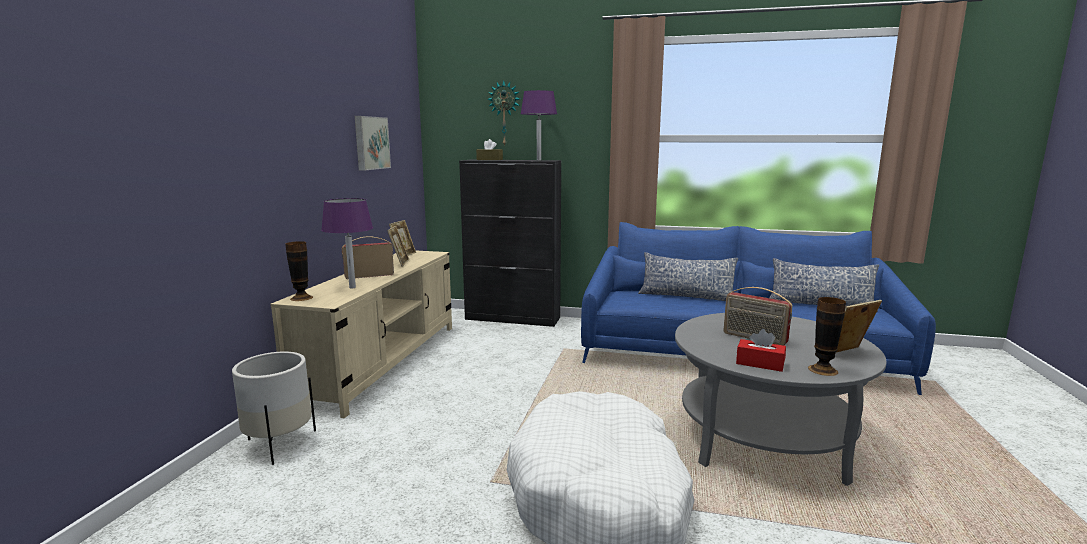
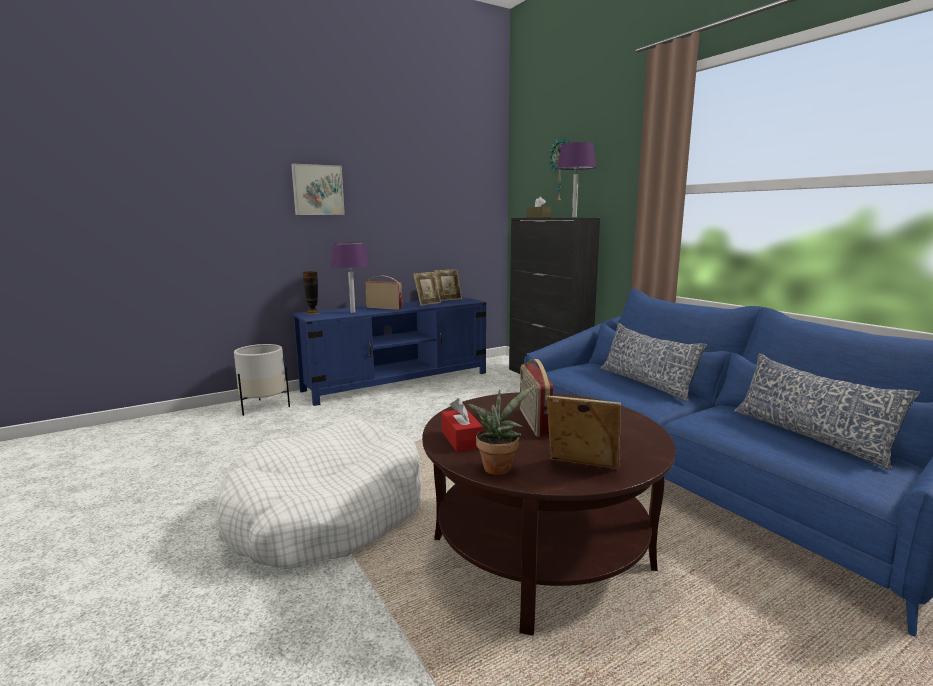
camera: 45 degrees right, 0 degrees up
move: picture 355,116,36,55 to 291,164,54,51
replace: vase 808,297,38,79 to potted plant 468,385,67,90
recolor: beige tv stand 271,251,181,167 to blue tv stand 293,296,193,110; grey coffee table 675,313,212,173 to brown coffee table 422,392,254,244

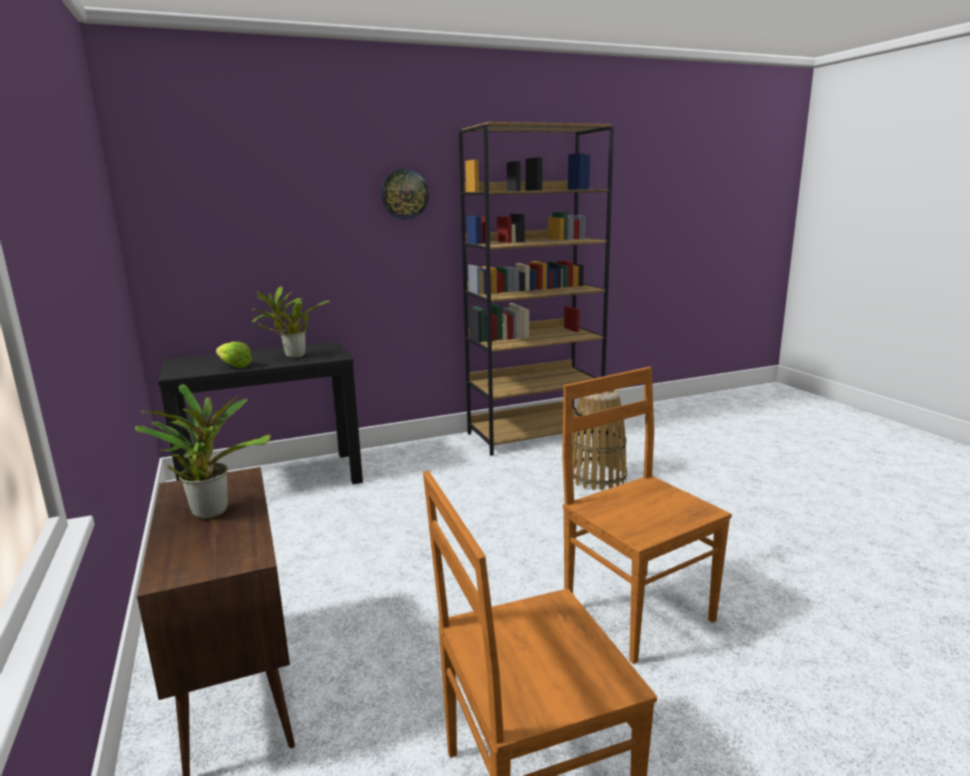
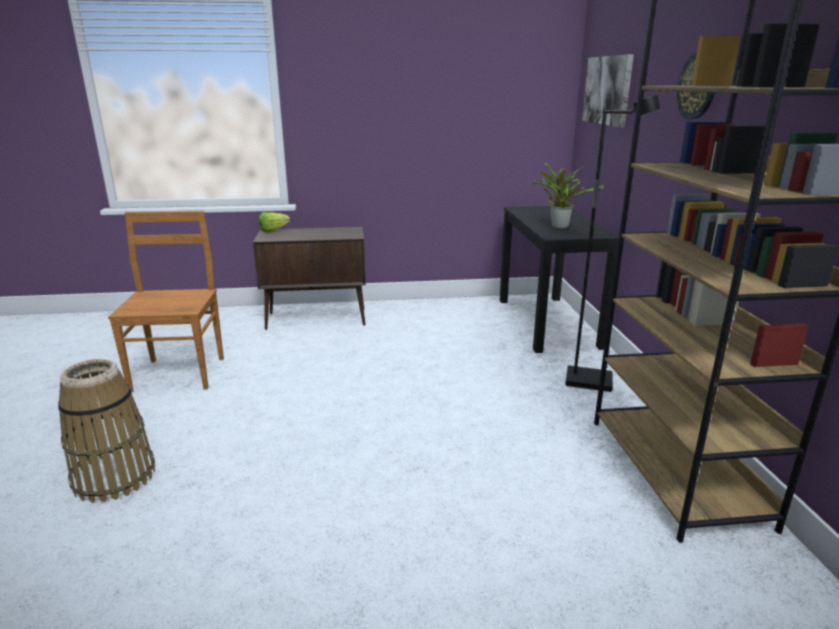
camera: 105 degrees right, 5 degrees up
delete: potted plant 135,384,136,135; brown chair 562,367,170,297
insert: black floor lamp 565,94,95,298; picture 582,54,52,73
move: basket 572,389,55,102 to 58,359,97,144; lettuce 216,342,36,26 to 259,212,31,21

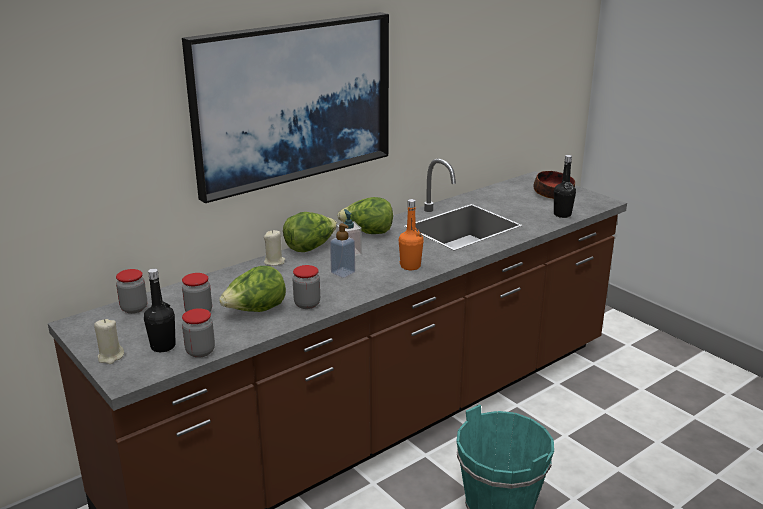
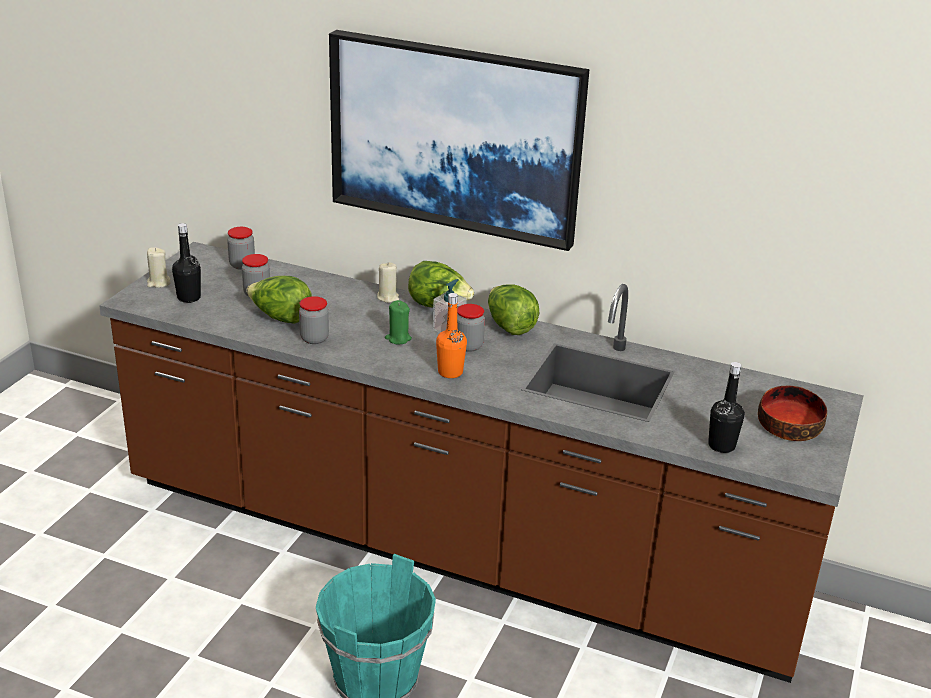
camera: 60 degrees right, 5 degrees up
move: jar 182,308,33,50 to 457,304,28,48
replace: soap dispenser 330,223,25,55 to green candle 385,300,27,45

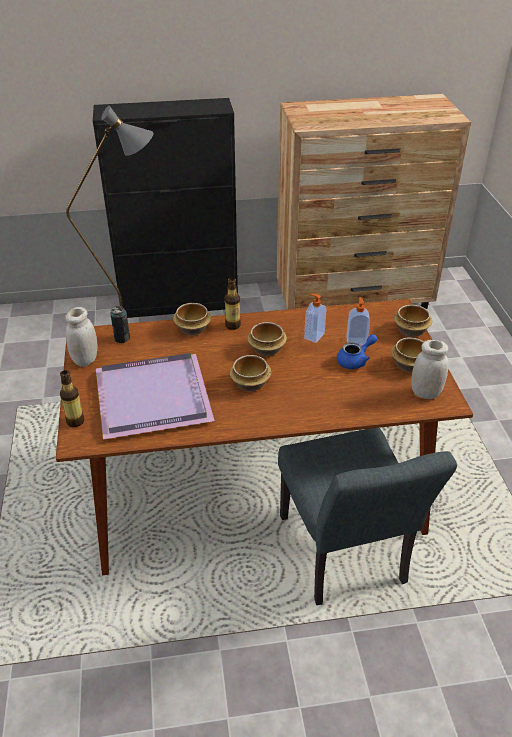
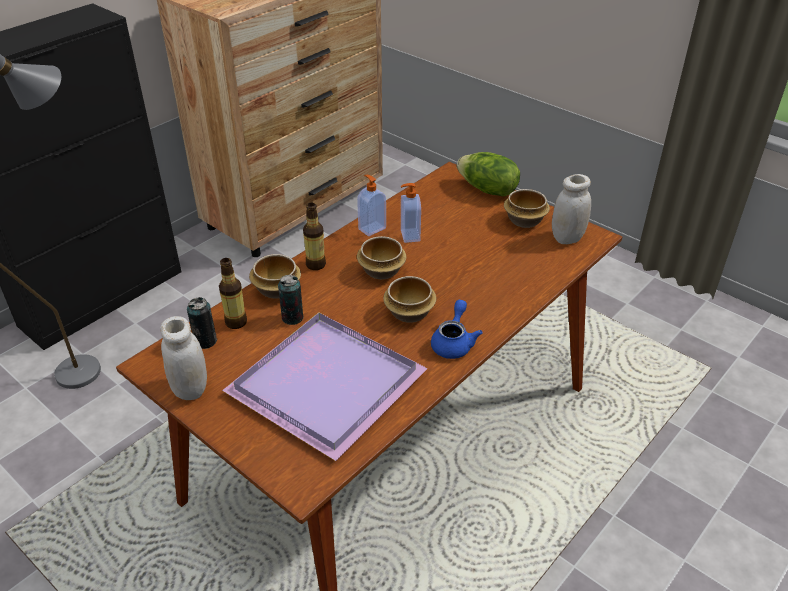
camera: 40 degrees left, 0 degrees up
delete: grey chair 278,428,179,177
insert: can 278,275,25,50
move: bottle 60,370,24,57 to 219,258,28,71; soap dispenser 346,297,24,49 to 357,175,29,61; blue teapot 337,334,40,35 to 431,300,51,59
replace: bowl 394,305,38,32 to lettuce 457,152,63,44

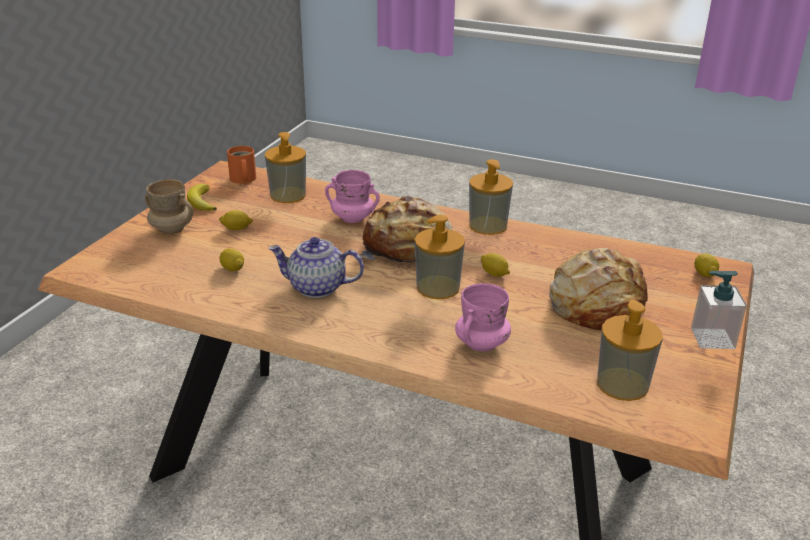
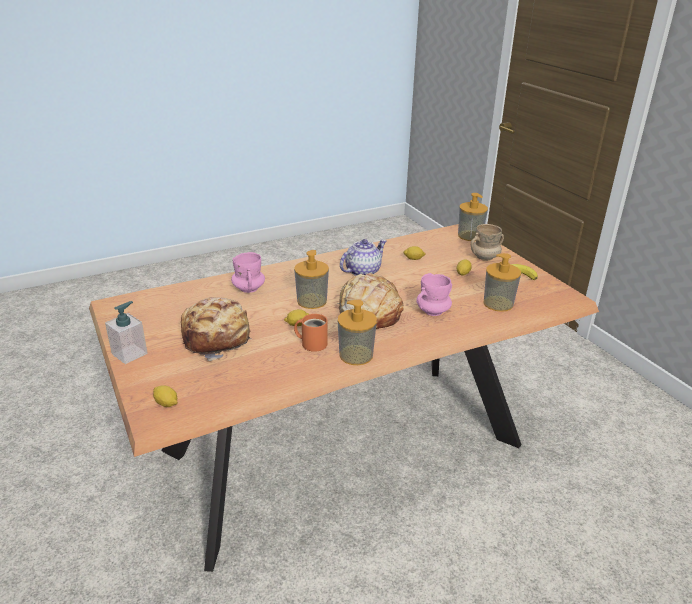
camera: 130 degrees right, 0 degrees up
move: orange mug 227,146,29,38 to 294,314,34,38; soap dispenser 597,300,66,101 to 458,193,30,48

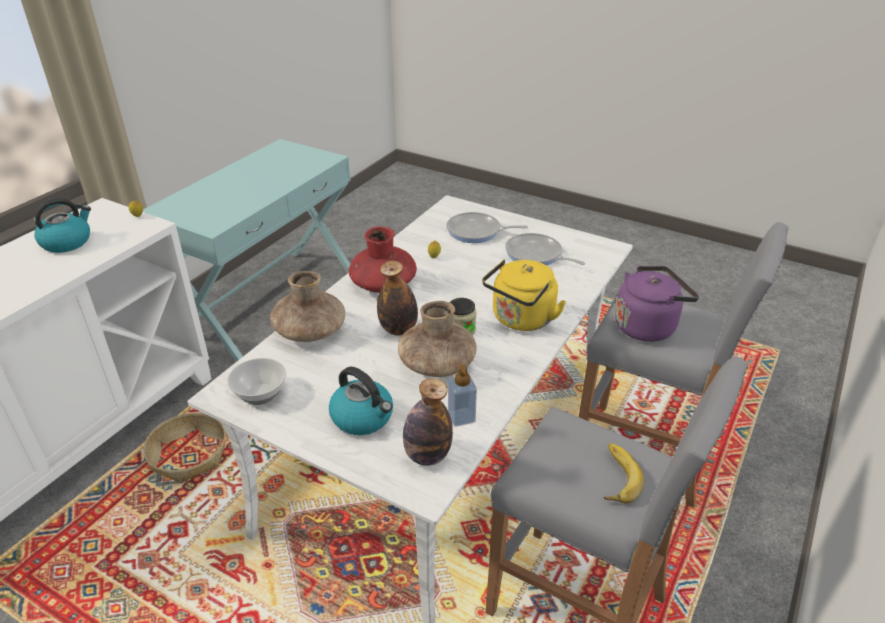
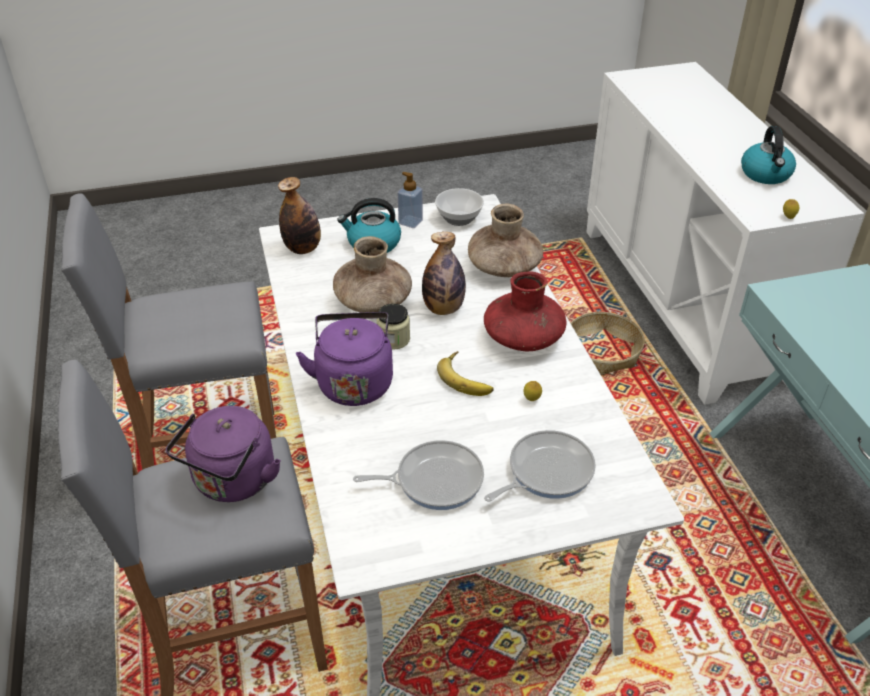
camera: 135 degrees right, 5 degrees up
move: soap dispenser 448,365,29,61 to 398,172,25,56; banana 604,443,40,60 to 437,351,57,45
recolor: yellow kettle 482,259,84,72 to purple kettle 296,312,97,94

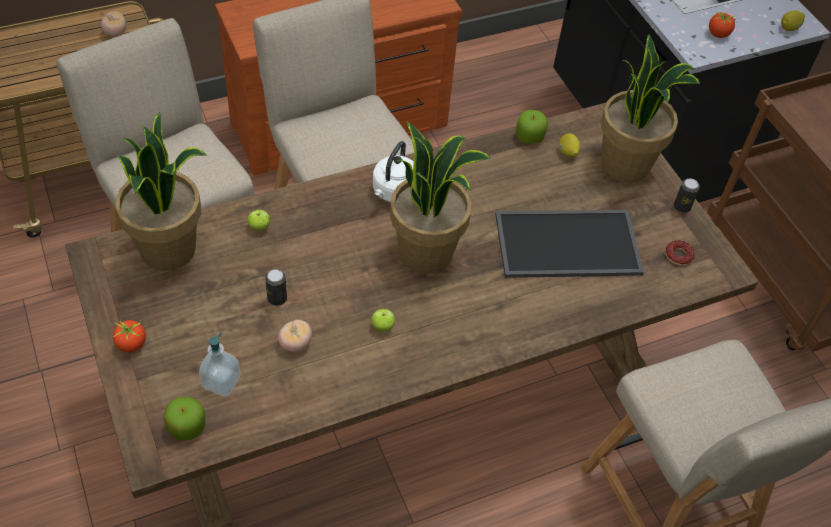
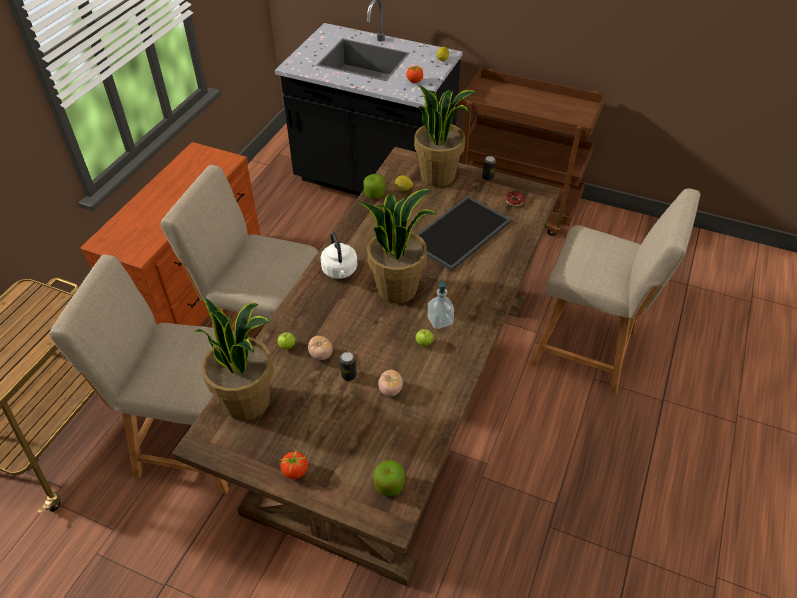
camera: 40 degrees left, 5 degrees down
move: tomato 101,11,25,26 to 308,336,25,24; soap dispenser 199,333,41,63 to 427,280,27,49

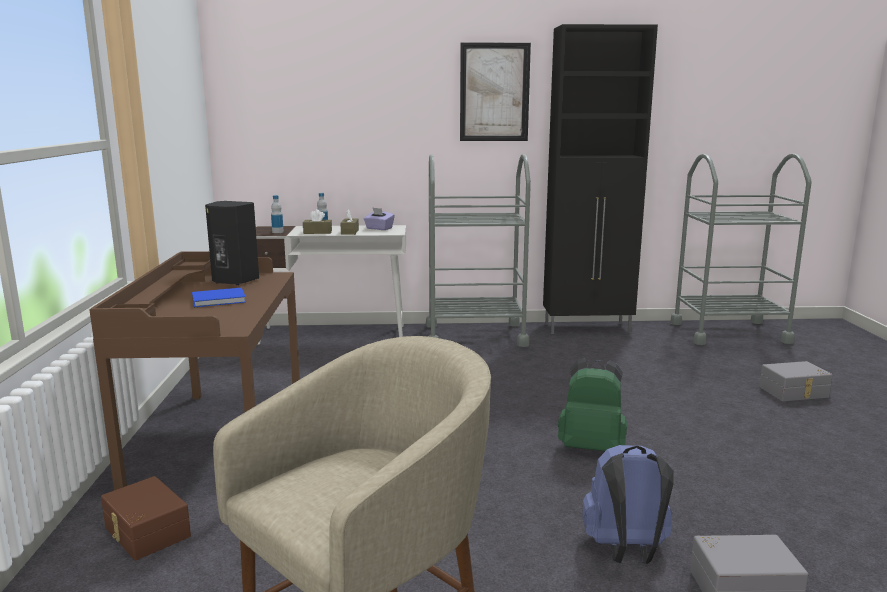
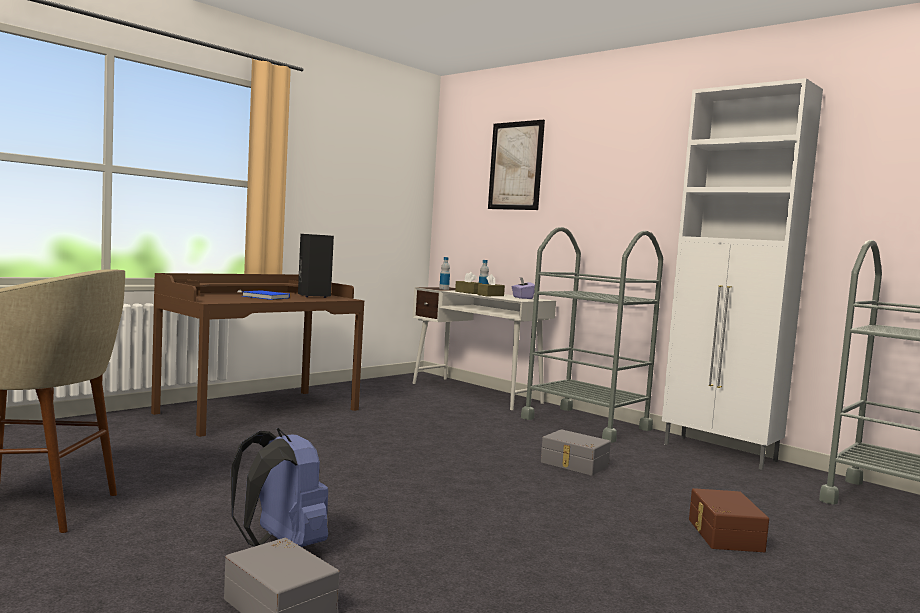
camera: 45 degrees right, 10 degrees down
delete: green backpack 558,358,69,93
move: picture 460,42,71,99 to 488,120,57,90; grey storage box 759,361,74,40 to 541,429,70,47; brown storage box 101,476,90,84 to 689,488,80,64
recolor: black cabinet 543,24,115,310 to white cabinet 662,78,161,392

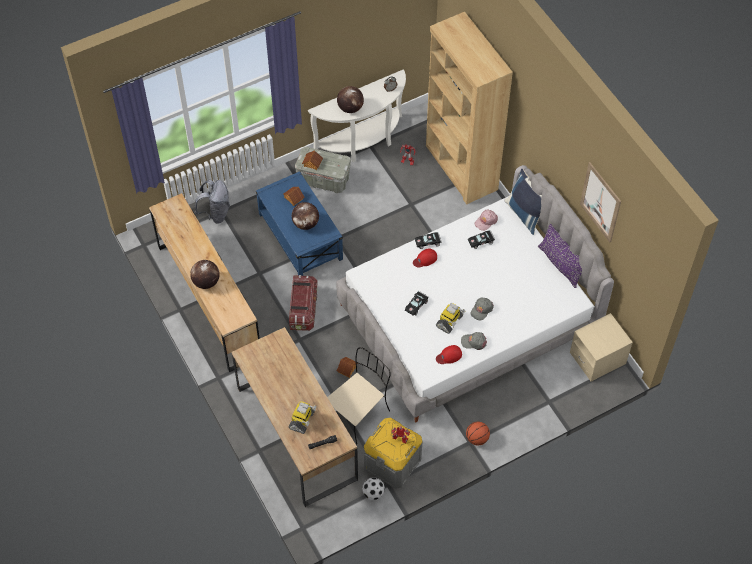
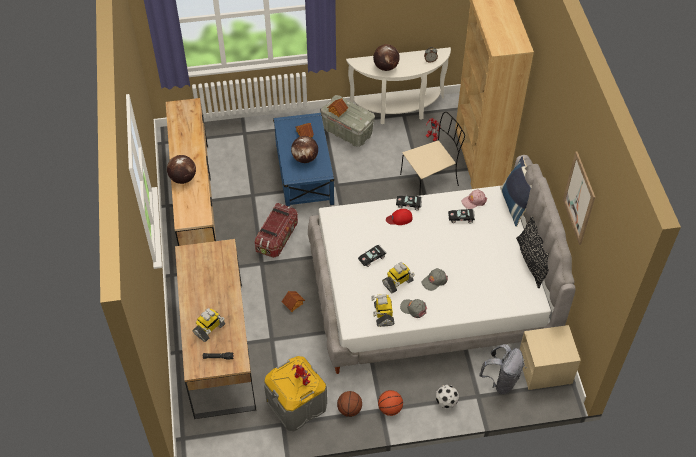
camera: 20 degrees right, 5 degrees down
insert: basketball 337,391,25,26
move: beige chair 327,347,64,97 to 400,112,65,83; football 362,477,23,23 to 436,385,23,23; grey backpack 195,180,35,44 to 479,344,45,50
replace: red cap 436,345,26,19 to toy robot 371,294,23,33
recolor: purple pillow 538,224,44,64 to black pillow 516,216,33,72

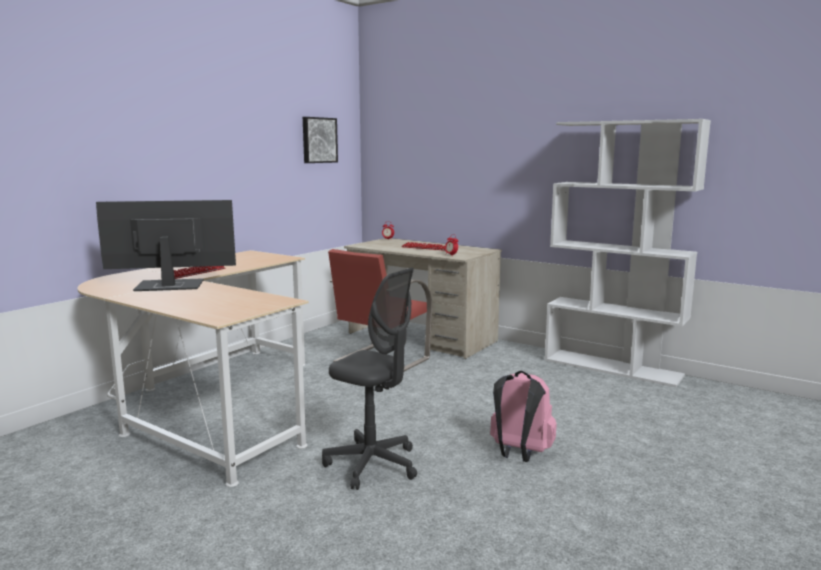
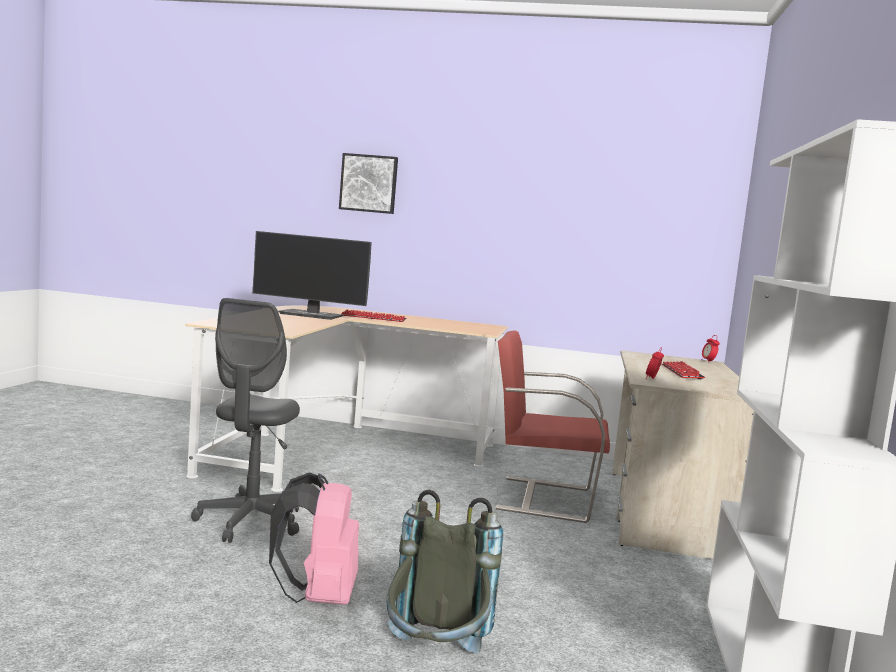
camera: 65 degrees right, 5 degrees down
insert: grey backpack 386,490,117,163
move: picture 303,117,35,46 to 339,153,59,61
rotate: monitor 96,200,140,91 = 252,231,120,89 135 degrees clockwise

